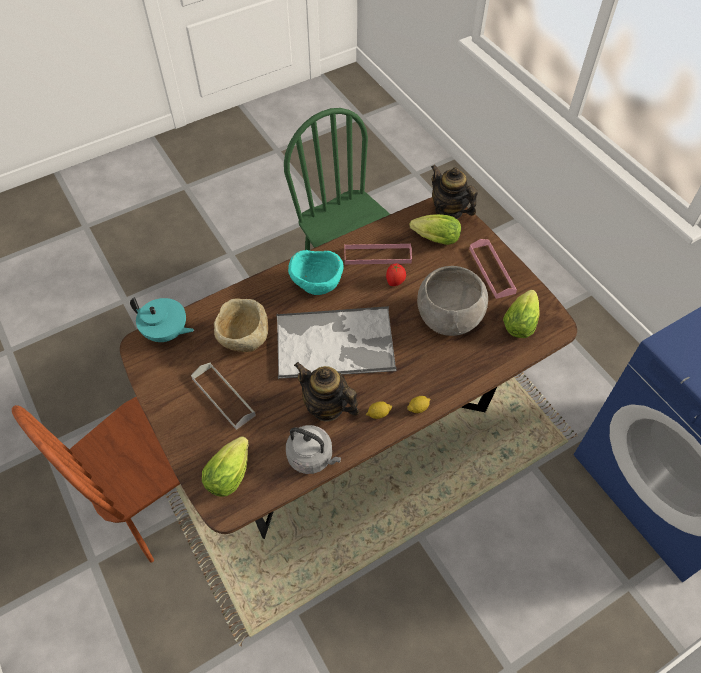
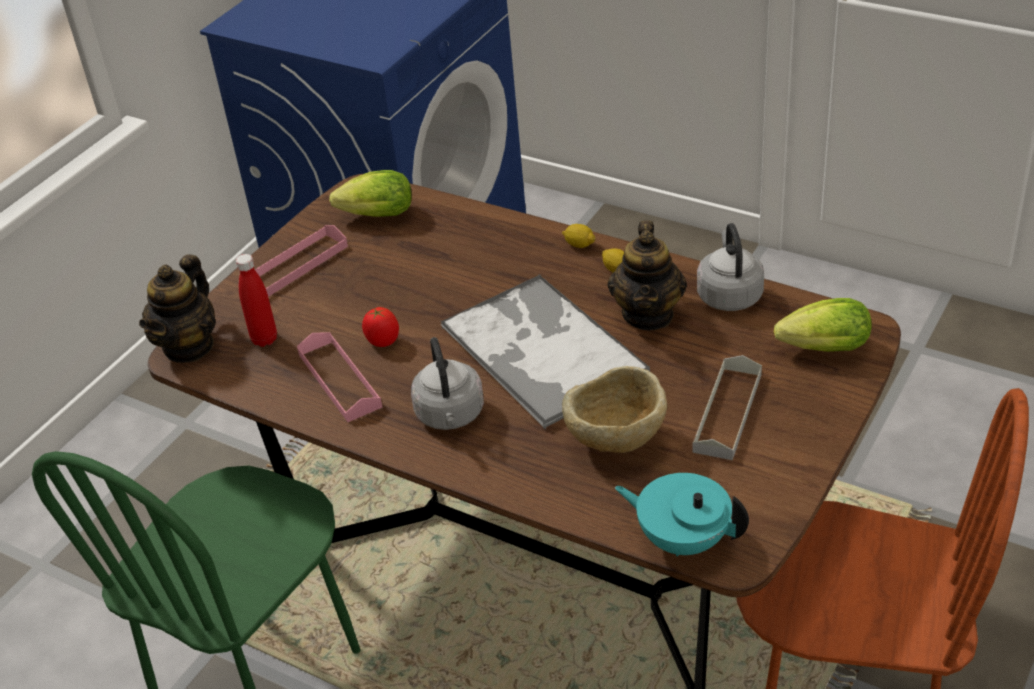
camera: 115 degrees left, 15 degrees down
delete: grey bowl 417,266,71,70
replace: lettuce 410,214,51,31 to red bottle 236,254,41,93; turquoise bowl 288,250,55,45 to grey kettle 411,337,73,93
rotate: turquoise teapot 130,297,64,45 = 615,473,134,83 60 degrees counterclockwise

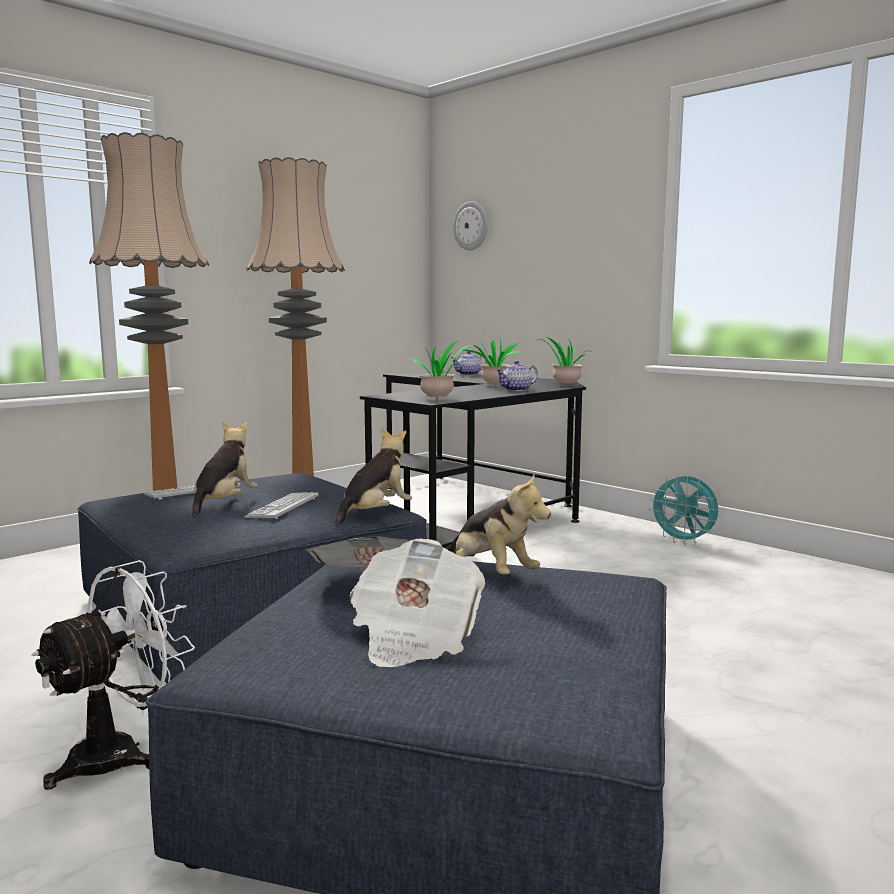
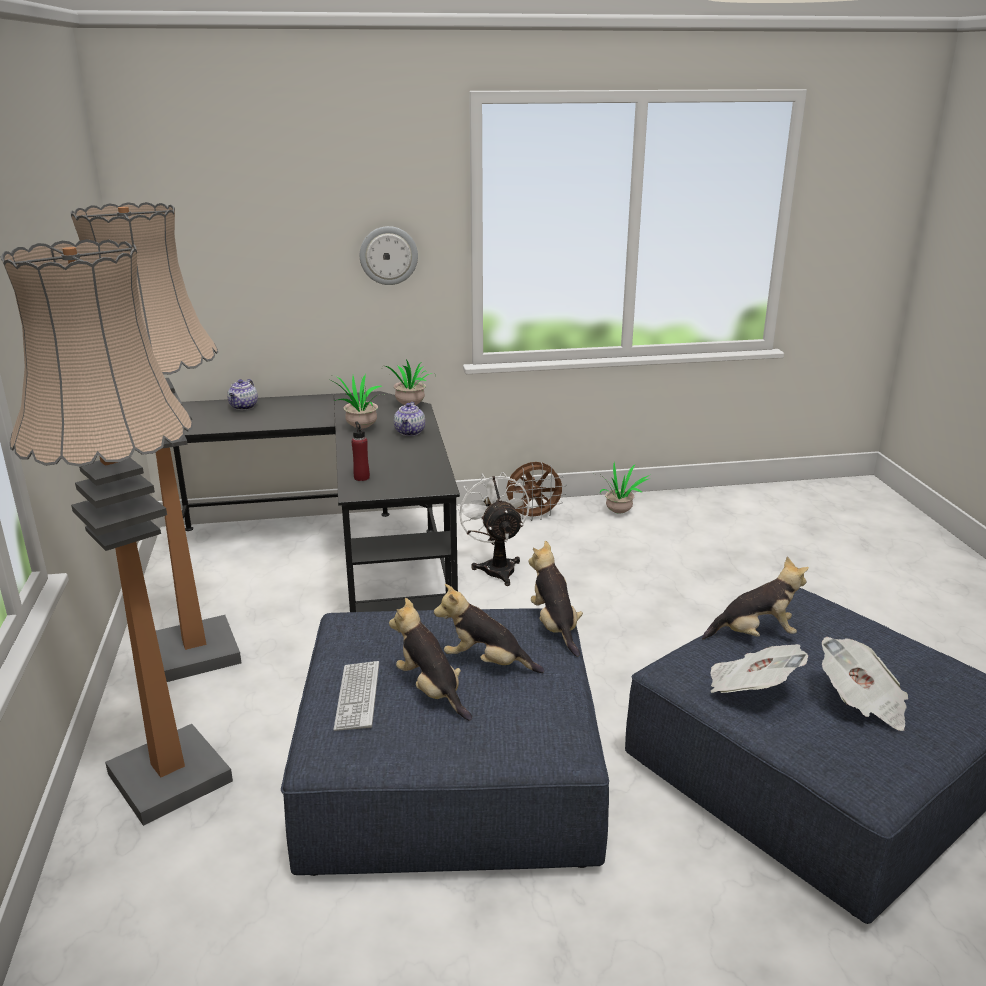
camera: 55 degrees left, 15 degrees up
insert: red bottle 351,422,19,59
move: wall clock 453,201,35,49 to 360,226,58,59; white fan 31,560,164,230 to 456,472,74,114; potted plant 409,341,66,56 to 599,462,51,52
replace: keyboard 244,492,75,27 to plush toy 434,584,110,89
recolor: turquoise fan 648,474,70,71 to brown fan 506,462,60,59

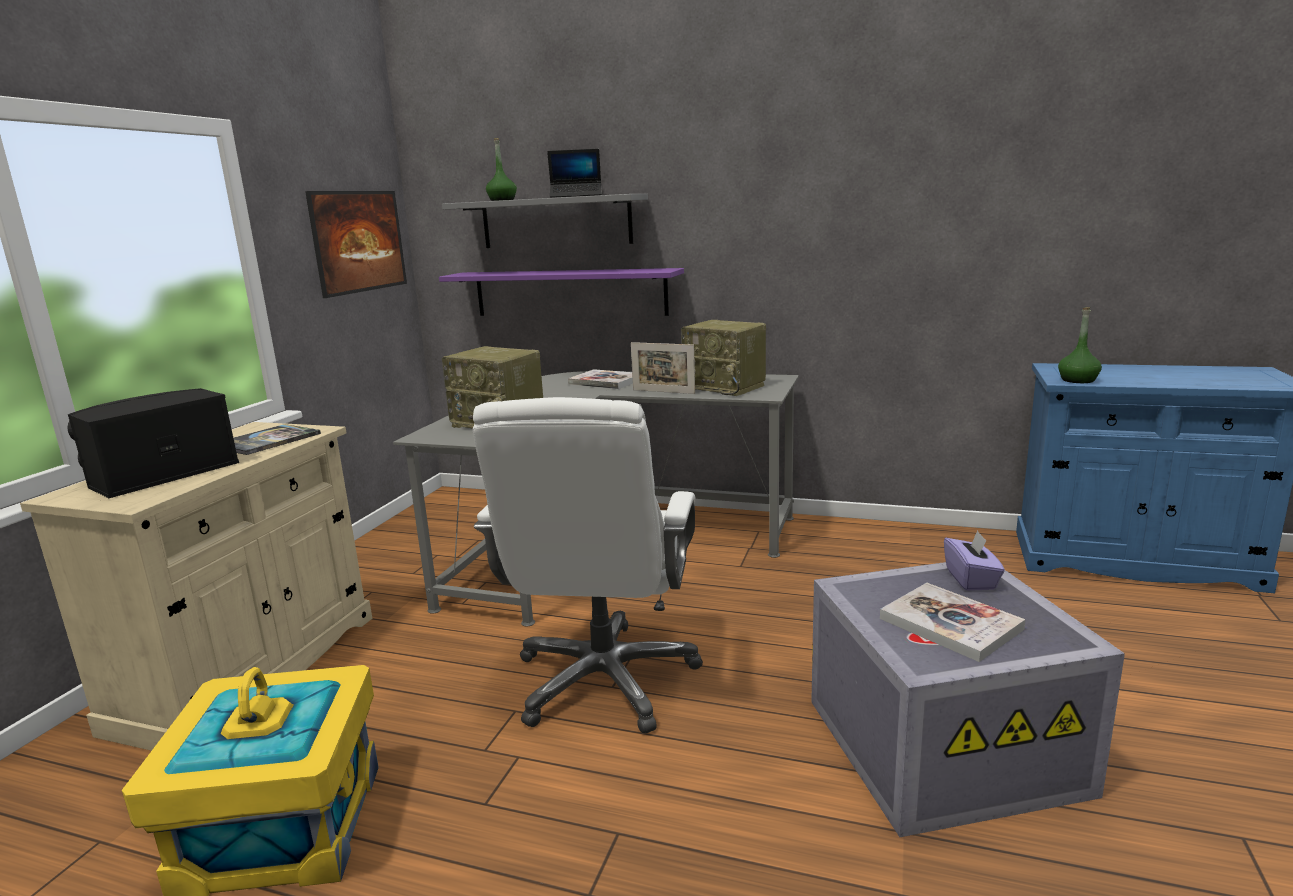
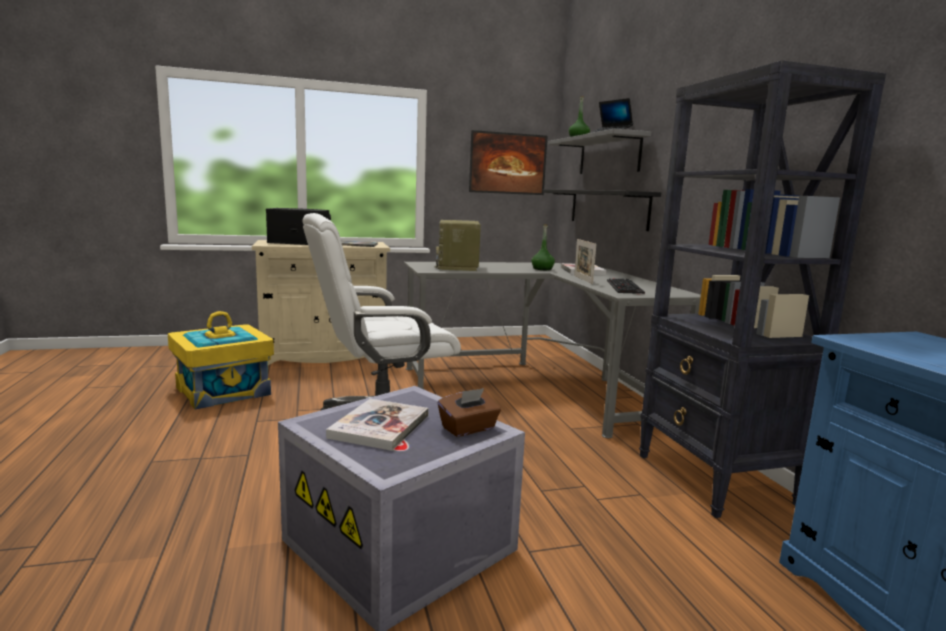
camera: 55 degrees right, 5 degrees down
insert: black bookcase 639,60,247,458
move: green bottle 1058,307,44,76 to 531,224,24,46
replace: radio 681,320,85,76 to keyboard 607,278,38,17
recolor: purple tissue box 944,530,61,61 to brown tissue box 438,388,63,49; purple shelf 439,268,245,48 to black shelf 543,189,118,42

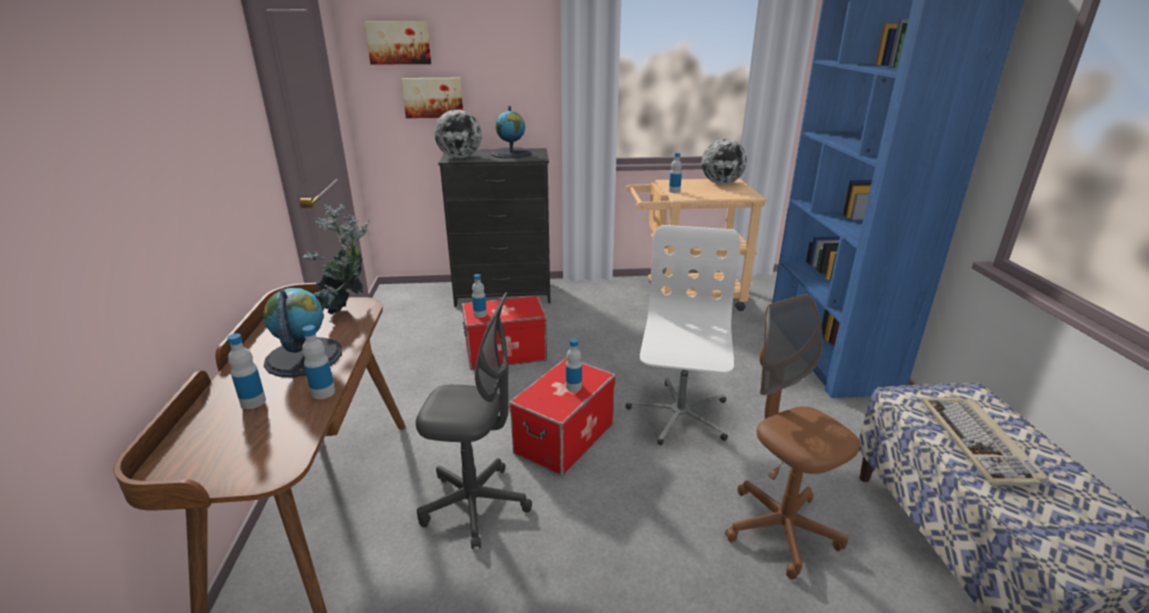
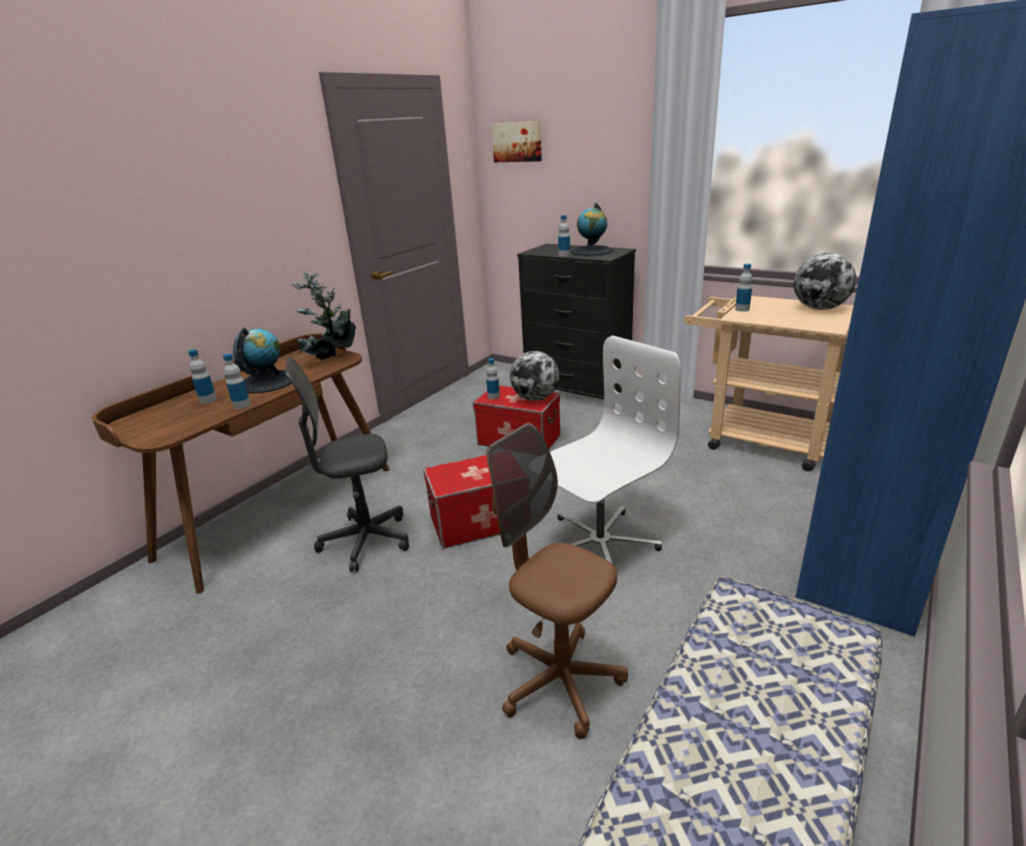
camera: 40 degrees right, 0 degrees up
delete: picture 401,78,62,40; keyboard 921,397,127,88
move: globe 434,110,48,48 to 510,351,49,50; bottle 566,339,16,52 to 558,215,12,42
rotate: grey office chair 416,292,116,257 = 285,358,124,214 120 degrees clockwise; brown office chair 725,294,135,285 = 486,423,142,316 60 degrees counterclockwise

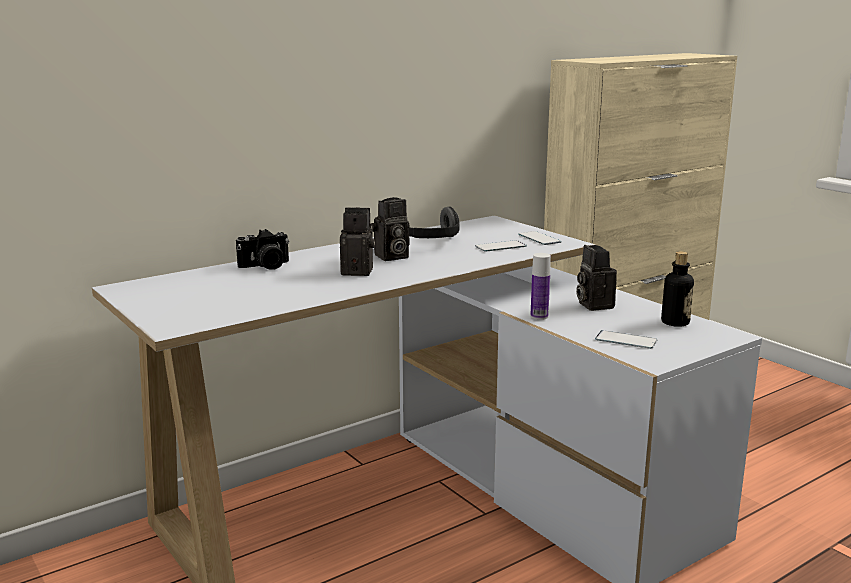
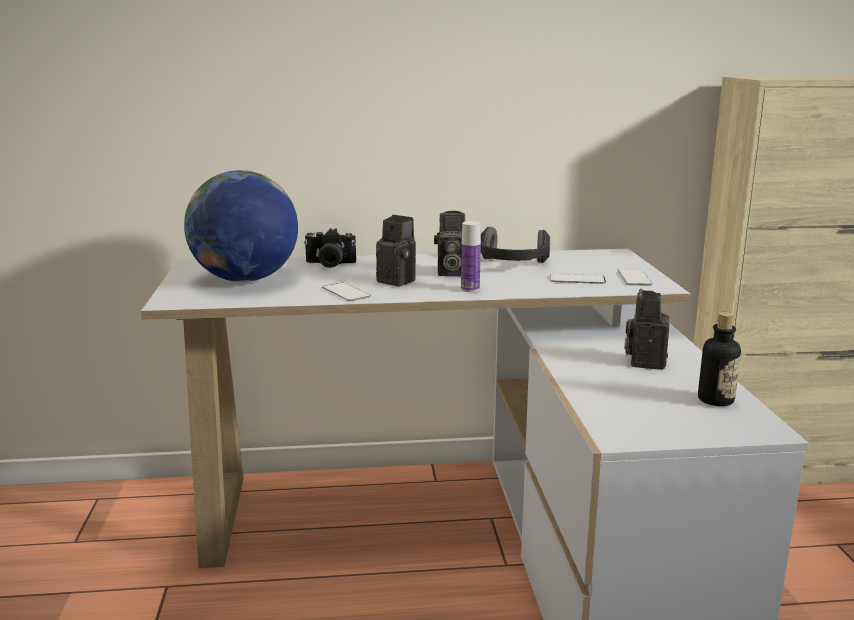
camera: 30 degrees right, 0 degrees up
insert: globe 184,170,114,112
move: phone 595,330,62,19 to 322,282,49,19; bottle 530,253,21,67 to 461,221,20,71

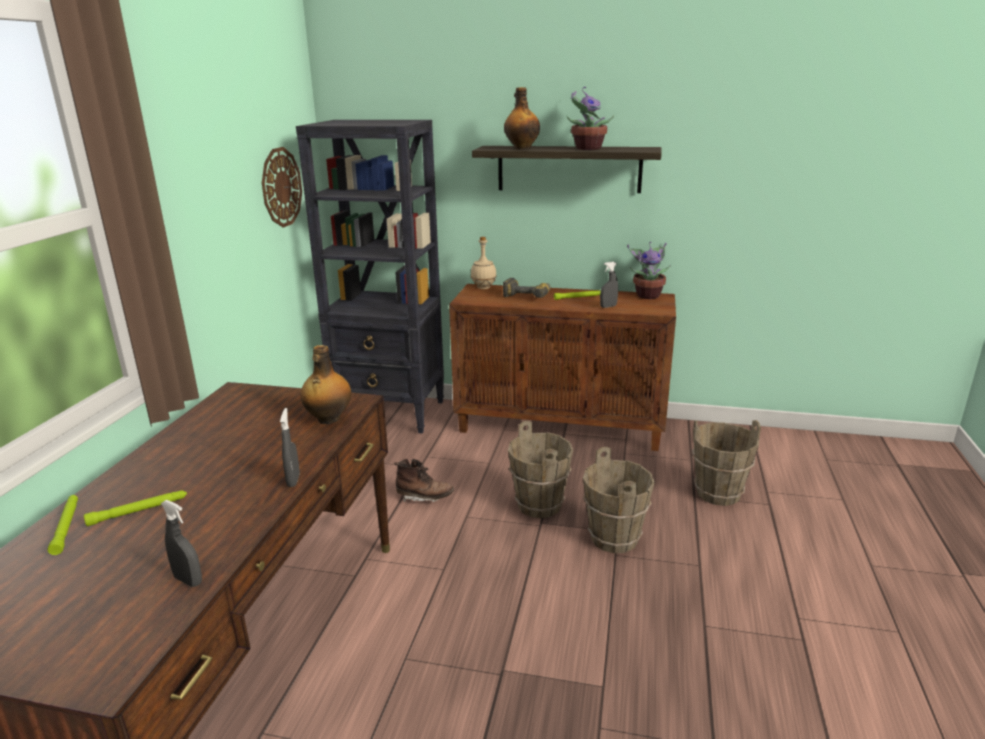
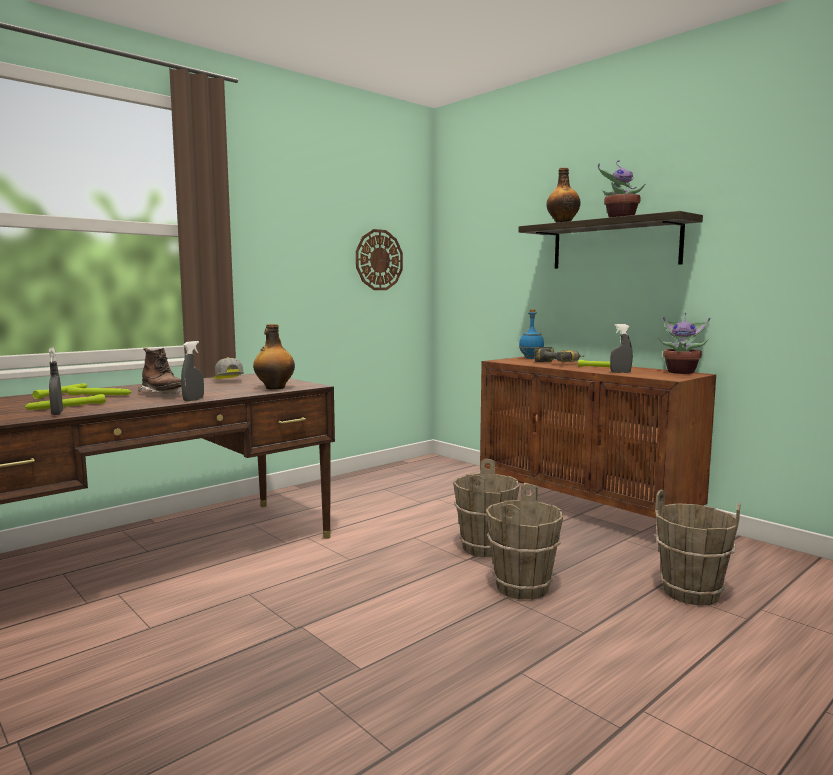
camera: 35 degrees right, 15 degrees down
delete: black bookcase 296,120,148,313
insert: green flashlight 25,394,81,16; cap 213,357,31,22
move: brown boot 394,459,60,44 to 138,348,43,46
recolor: beige bottle 471,237,26,52 to blue bottle 519,309,25,50

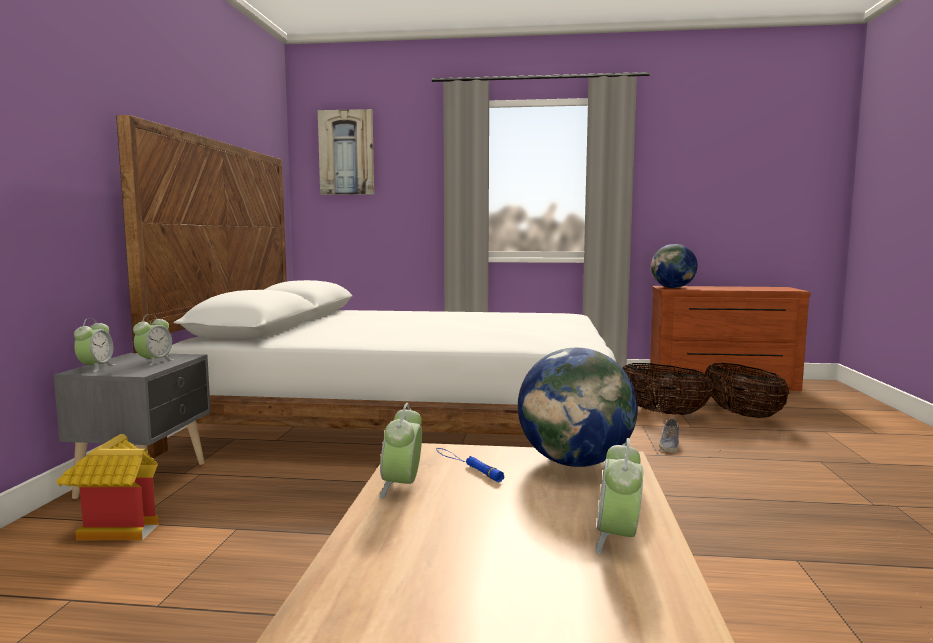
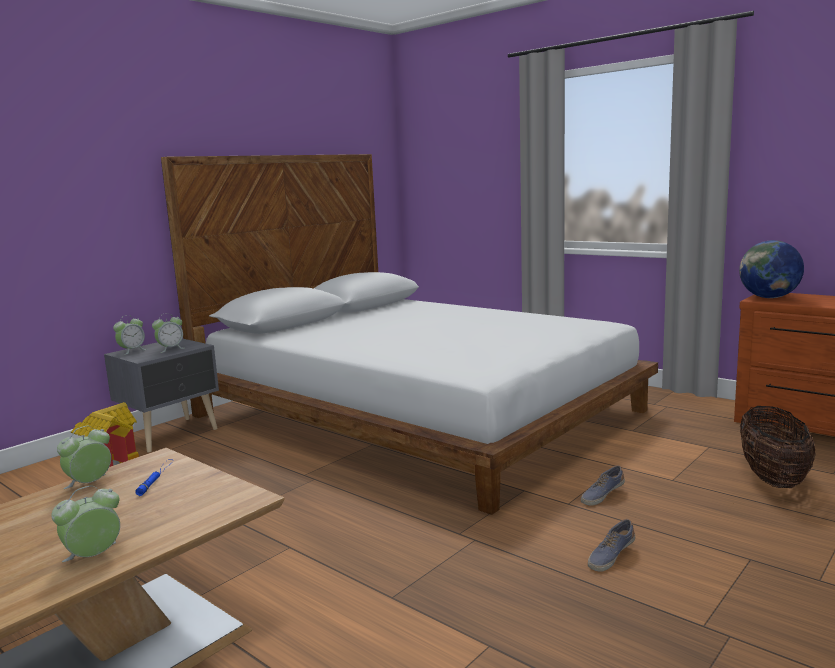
camera: 35 degrees right, 5 degrees up
delete: picture 318,109,56,86; globe 518,348,120,119; basket 622,363,92,52
insert: shoe 588,519,47,53

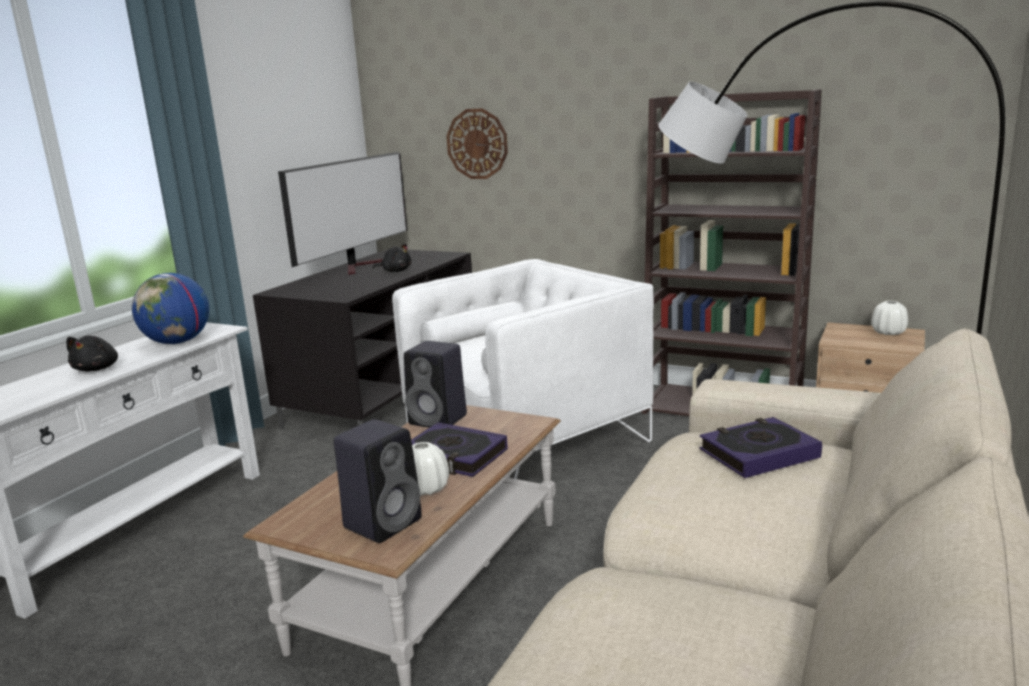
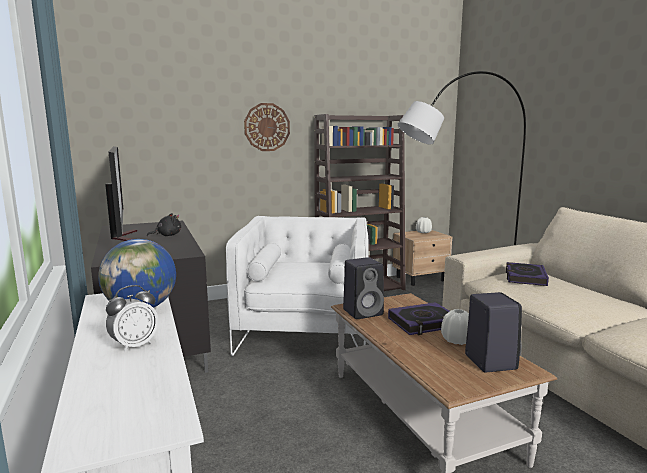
camera: 50 degrees left, 5 degrees down
move: wall clock 447,108,61,71 to 244,103,46,48
replace: black plush toy 66,336,52,36 to alarm clock 106,285,52,67

